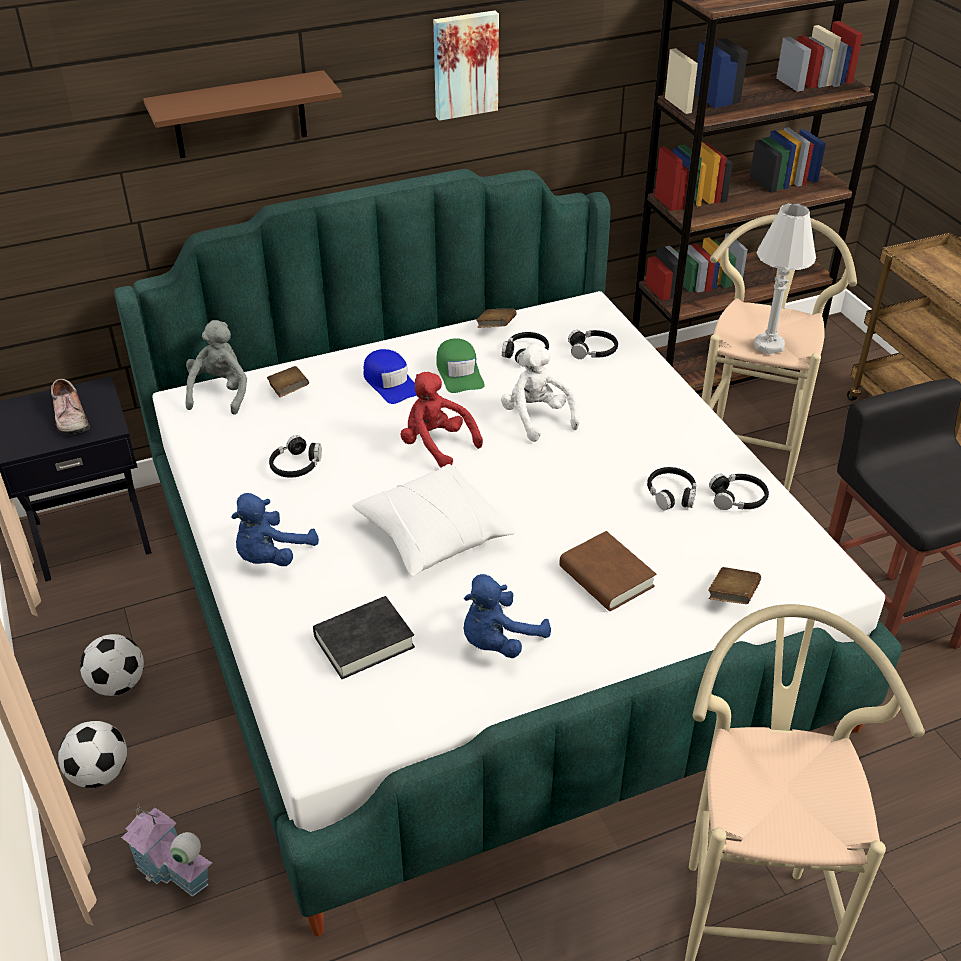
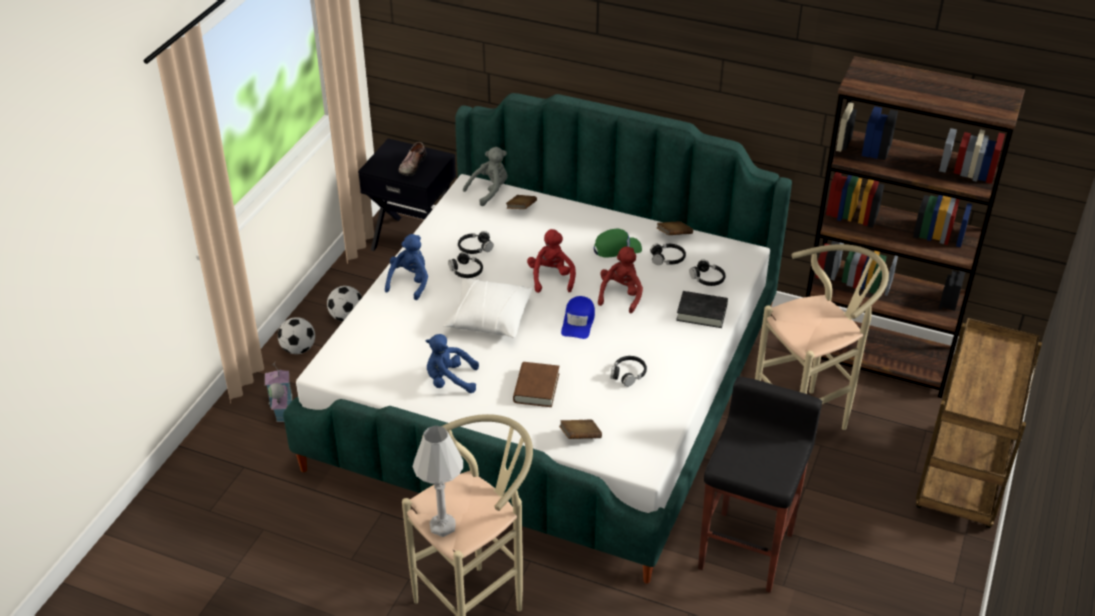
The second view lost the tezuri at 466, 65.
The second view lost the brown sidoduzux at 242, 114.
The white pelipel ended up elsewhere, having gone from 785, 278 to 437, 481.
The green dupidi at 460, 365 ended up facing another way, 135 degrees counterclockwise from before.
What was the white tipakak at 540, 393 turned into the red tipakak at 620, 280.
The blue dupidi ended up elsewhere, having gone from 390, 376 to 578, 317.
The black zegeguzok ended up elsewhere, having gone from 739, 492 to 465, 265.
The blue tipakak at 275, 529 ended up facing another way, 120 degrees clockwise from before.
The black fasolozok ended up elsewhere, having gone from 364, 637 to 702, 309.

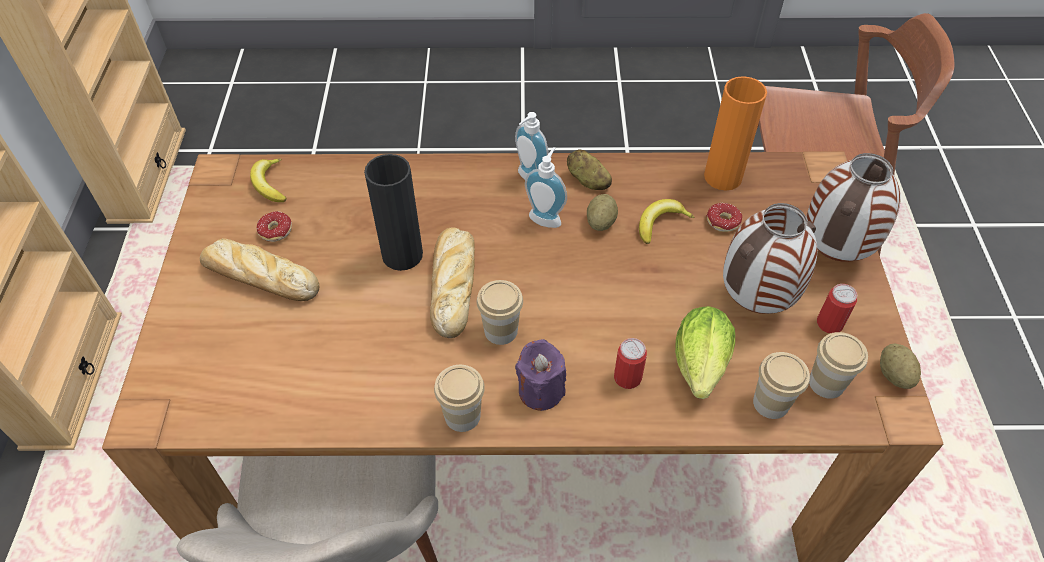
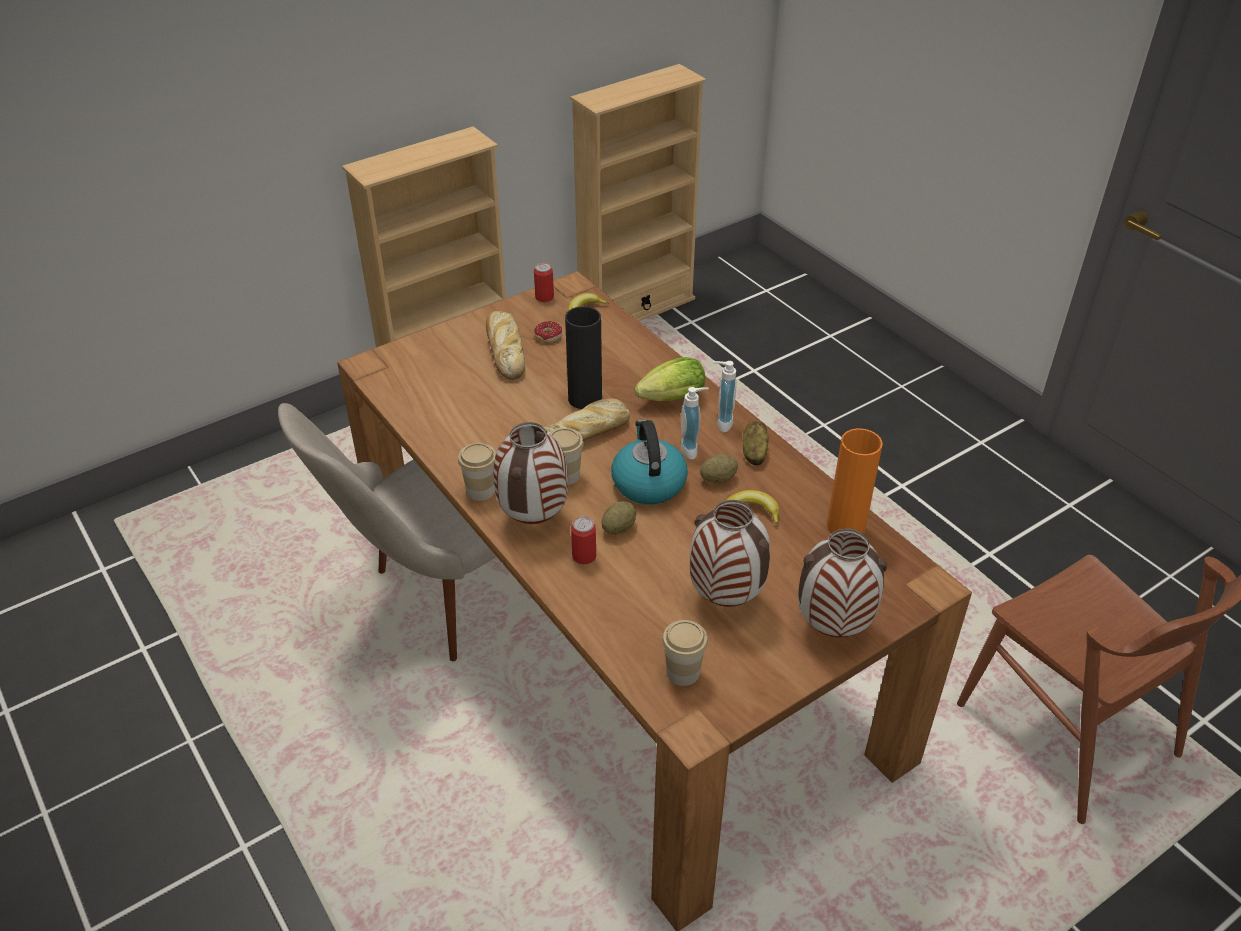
The second view lost the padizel at 724, 217.
The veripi ended up elsewhere, having gone from 837, 308 to 544, 282.
The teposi ended up elsewhere, having gone from 705, 352 to 670, 379.
Where the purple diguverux stood at 540, 375, the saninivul came to stand at 530, 473.
The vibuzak ended up elsewhere, having gone from 900, 366 to 619, 517.
The second view lost the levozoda at 781, 385.
The second view gained the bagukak at 649, 462.

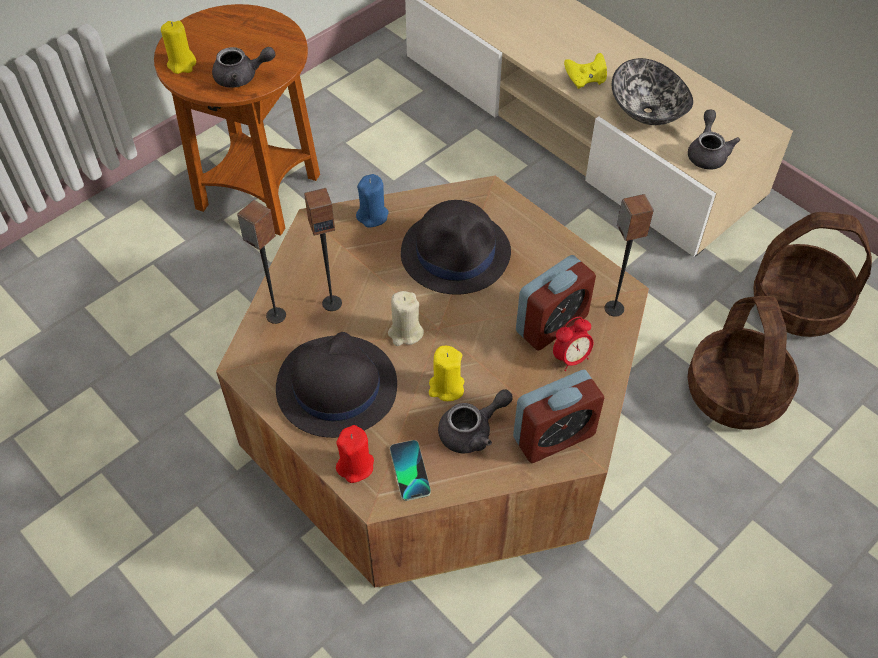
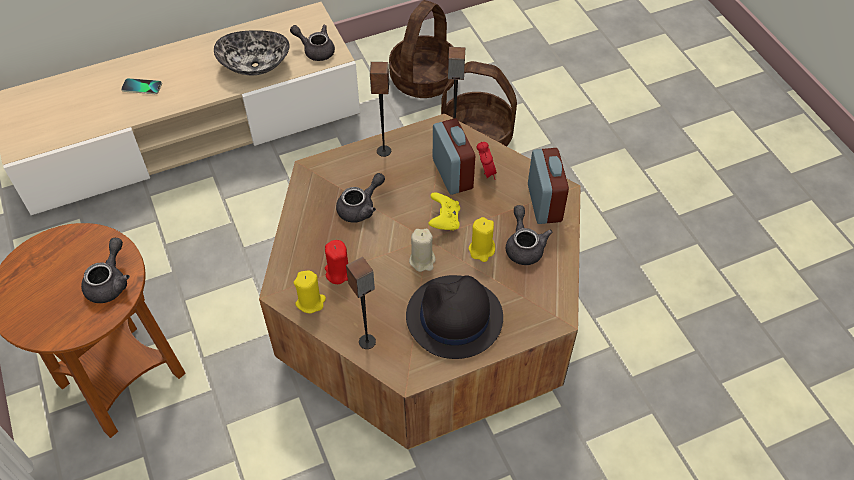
The yellow diguverux ended up elsewhere, having gone from 178, 47 to 310, 292.
The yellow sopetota ended up elsewhere, having gone from 585, 71 to 444, 211.
The second view lost the blue diguverux at 372, 200.
The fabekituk ended up elsewhere, having gone from 323, 249 to 380, 109.
Where the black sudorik stood at 456, 247, the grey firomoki came to stand at 360, 198.
The red diguverux ended up elsewhere, having gone from 355, 454 to 336, 262.
The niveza ended up elsewhere, having gone from 410, 470 to 141, 86.

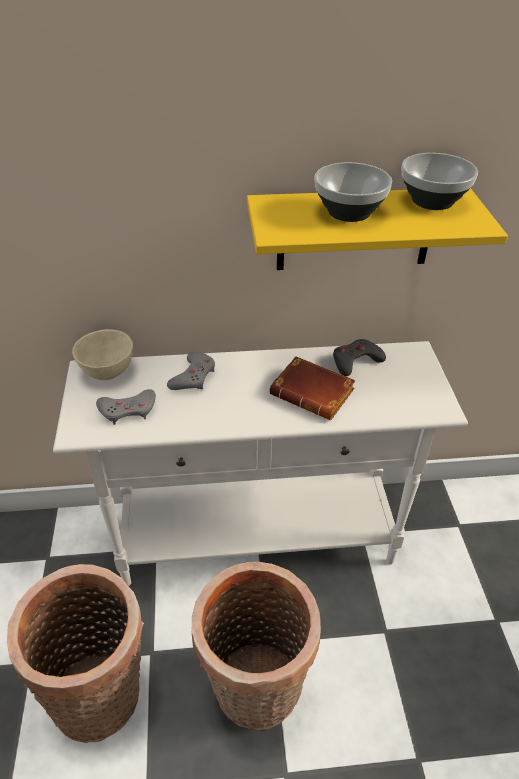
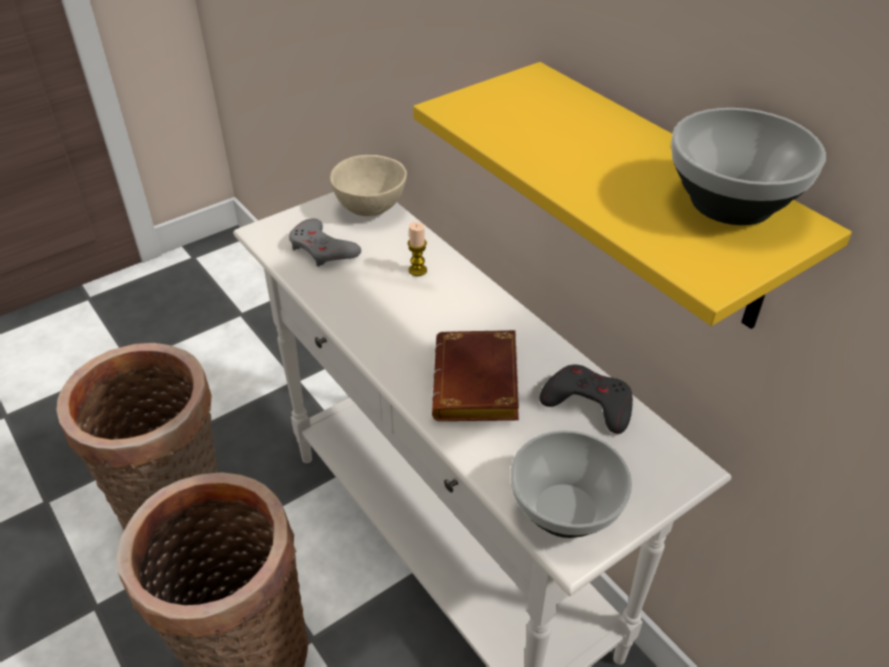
The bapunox ended up elsewhere, having gone from 353, 192 to 571, 484.
Where the grey sopetota stood at 191, 371, the diguverux came to stand at 417, 249.

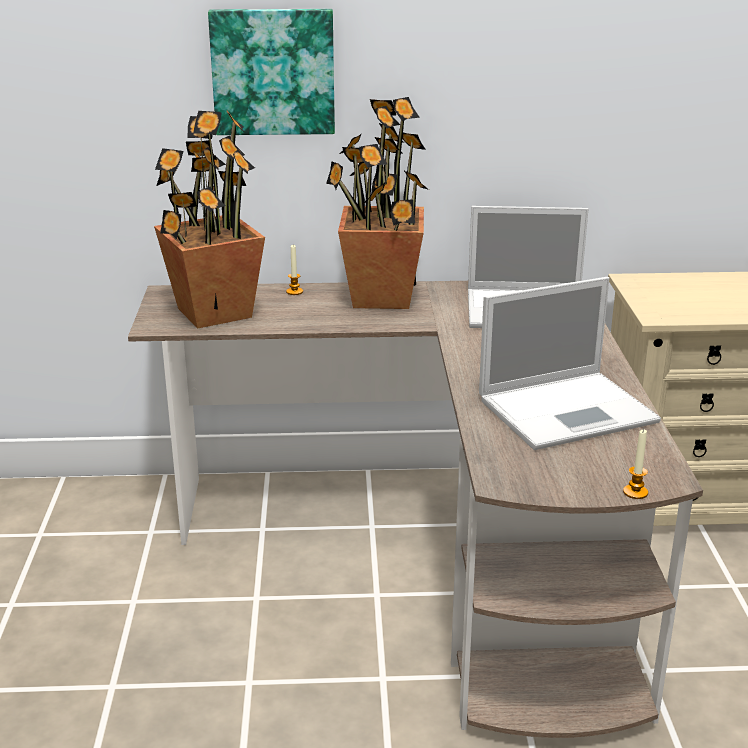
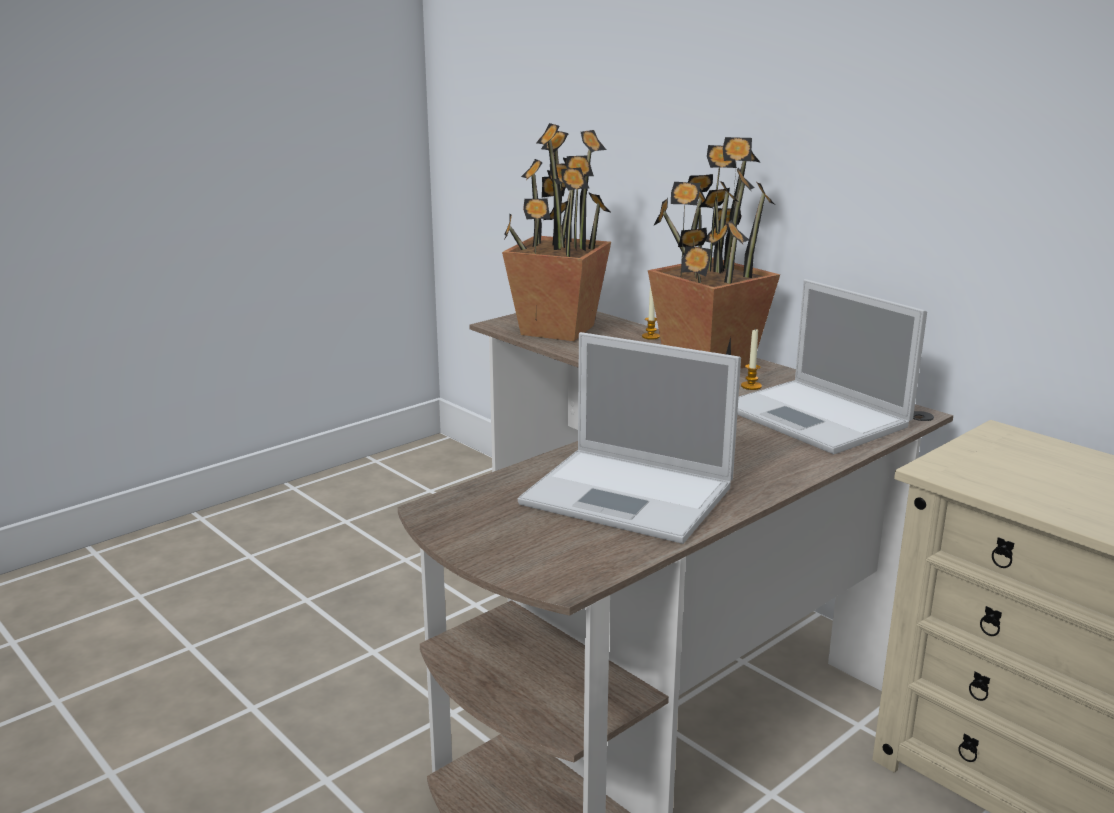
The second view lost the tezuri at 271, 72.
The diguverux ended up elsewhere, having gone from 635, 464 to 751, 359.

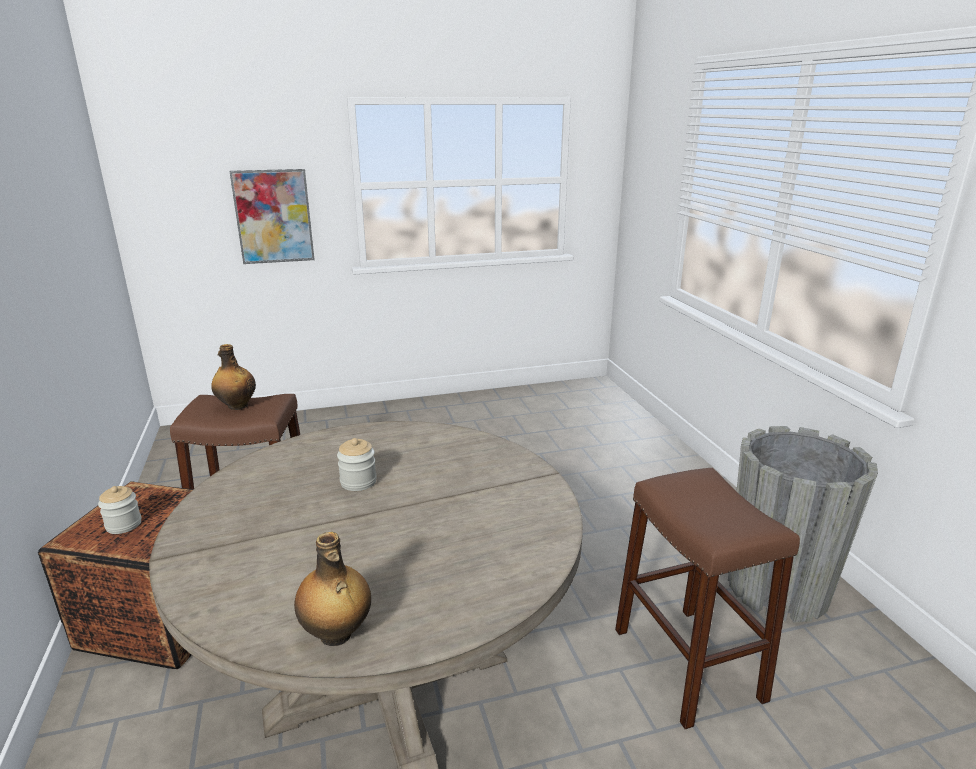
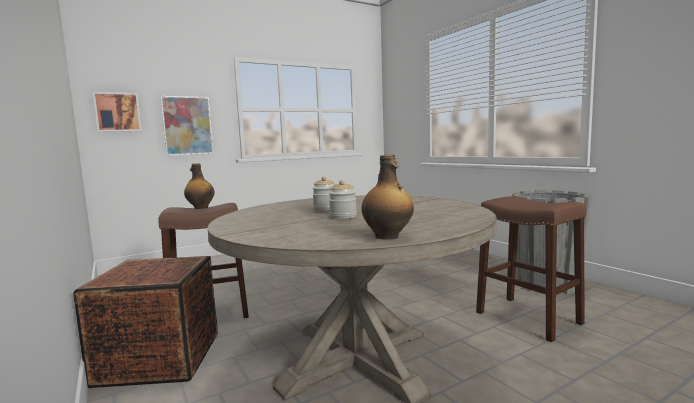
The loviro ended up elsewhere, having gone from 119, 510 to 343, 199.
The second view gained the tezuri at 117, 112.

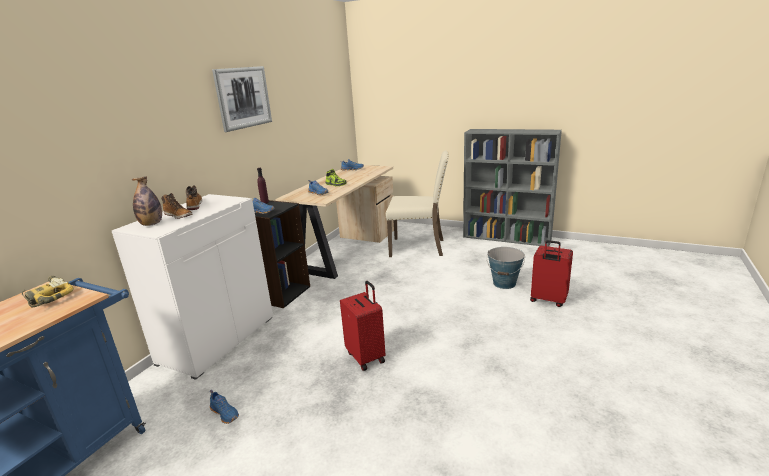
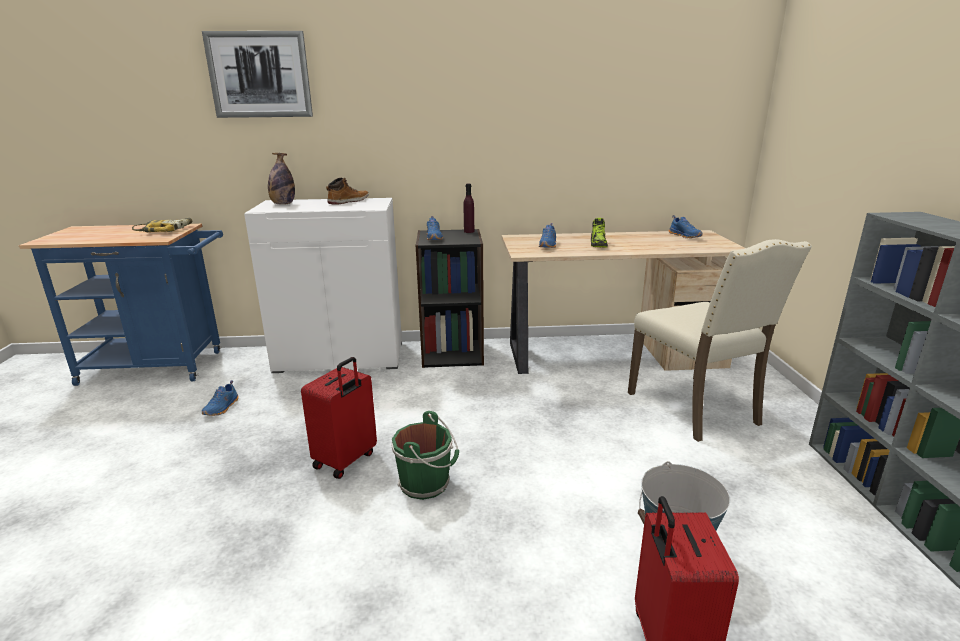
The tezuri ended up elsewhere, having gone from 242, 99 to 257, 74.
The second view lost the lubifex at 177, 206.
The second view gained the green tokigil at 425, 455.

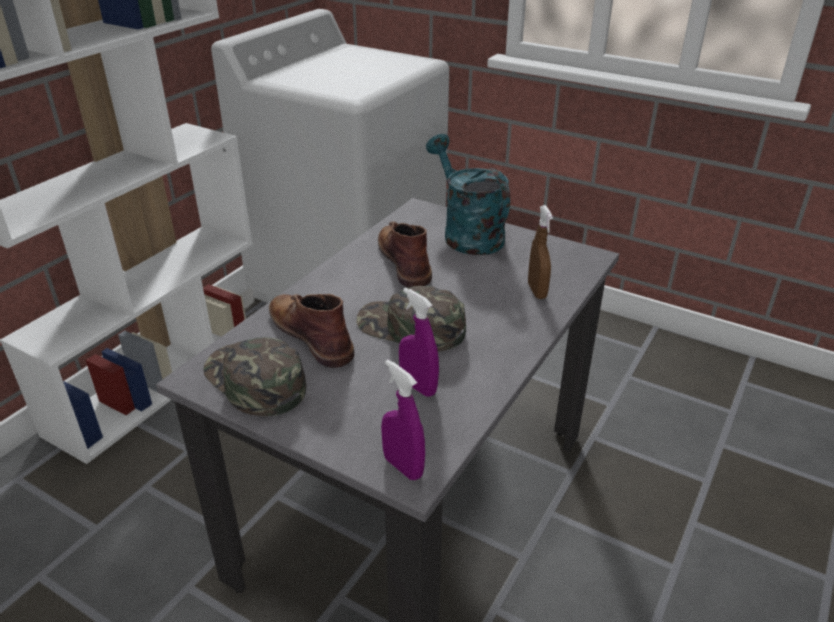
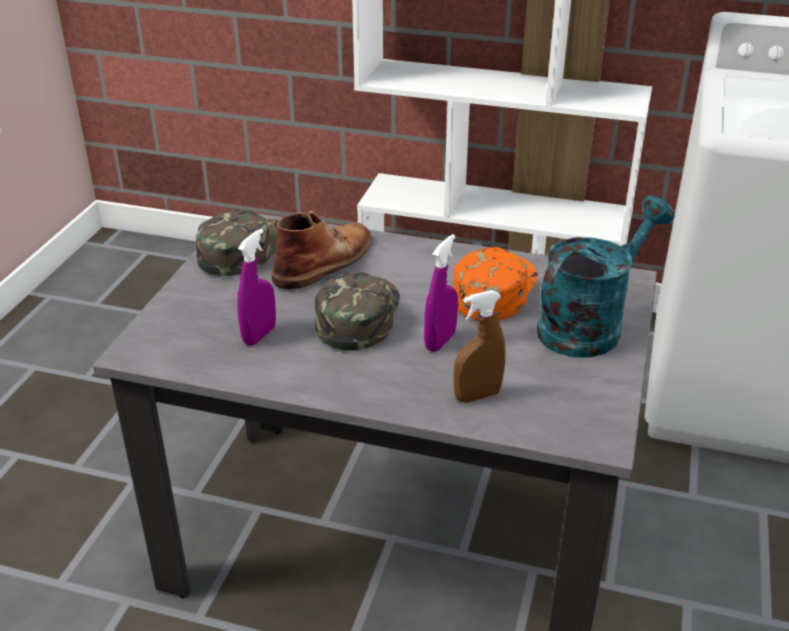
Where the brown lubifex stood at 405, 255, the orange dupidi came to stand at 495, 283.
The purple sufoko ended up elsewhere, having gone from 403, 420 to 441, 293.

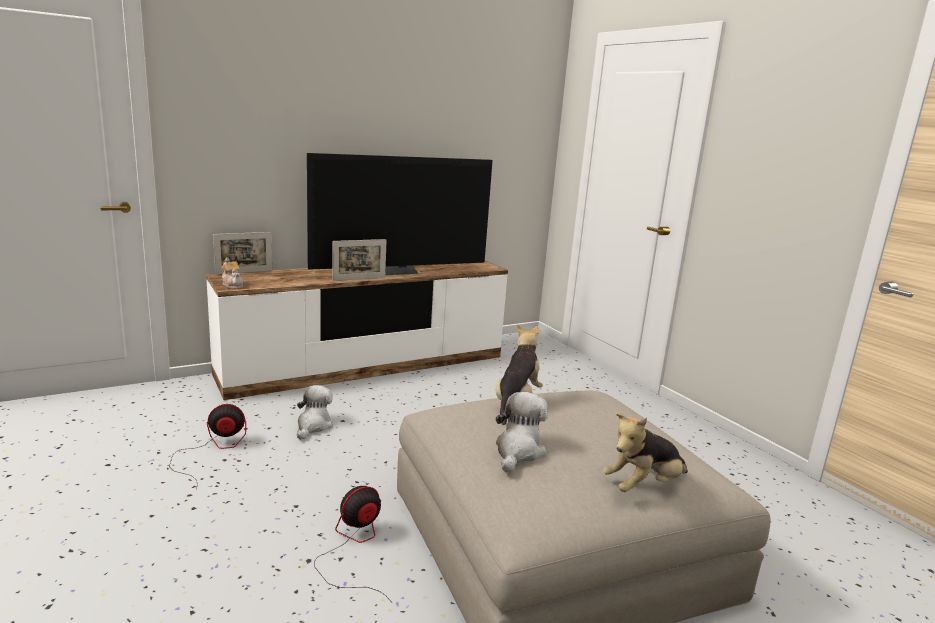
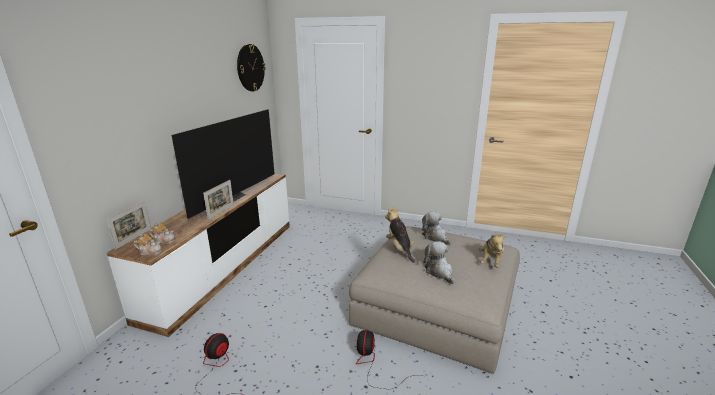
The tipakak ended up elsewhere, having gone from 315, 412 to 436, 228.
The second view gained the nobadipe at 251, 67.
The second view gained the firomoki at 162, 233.

